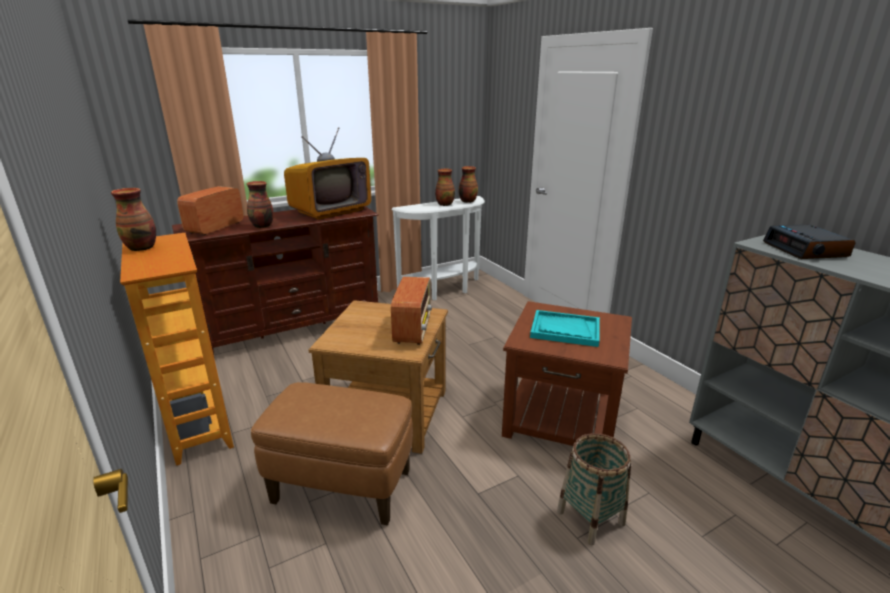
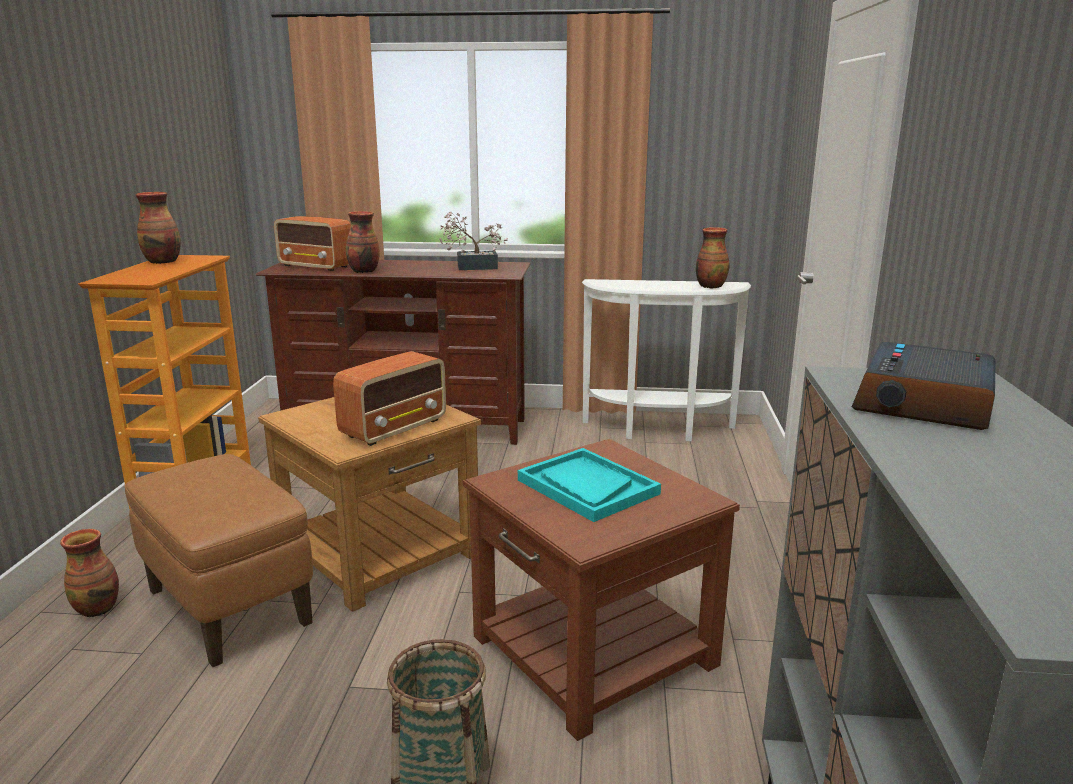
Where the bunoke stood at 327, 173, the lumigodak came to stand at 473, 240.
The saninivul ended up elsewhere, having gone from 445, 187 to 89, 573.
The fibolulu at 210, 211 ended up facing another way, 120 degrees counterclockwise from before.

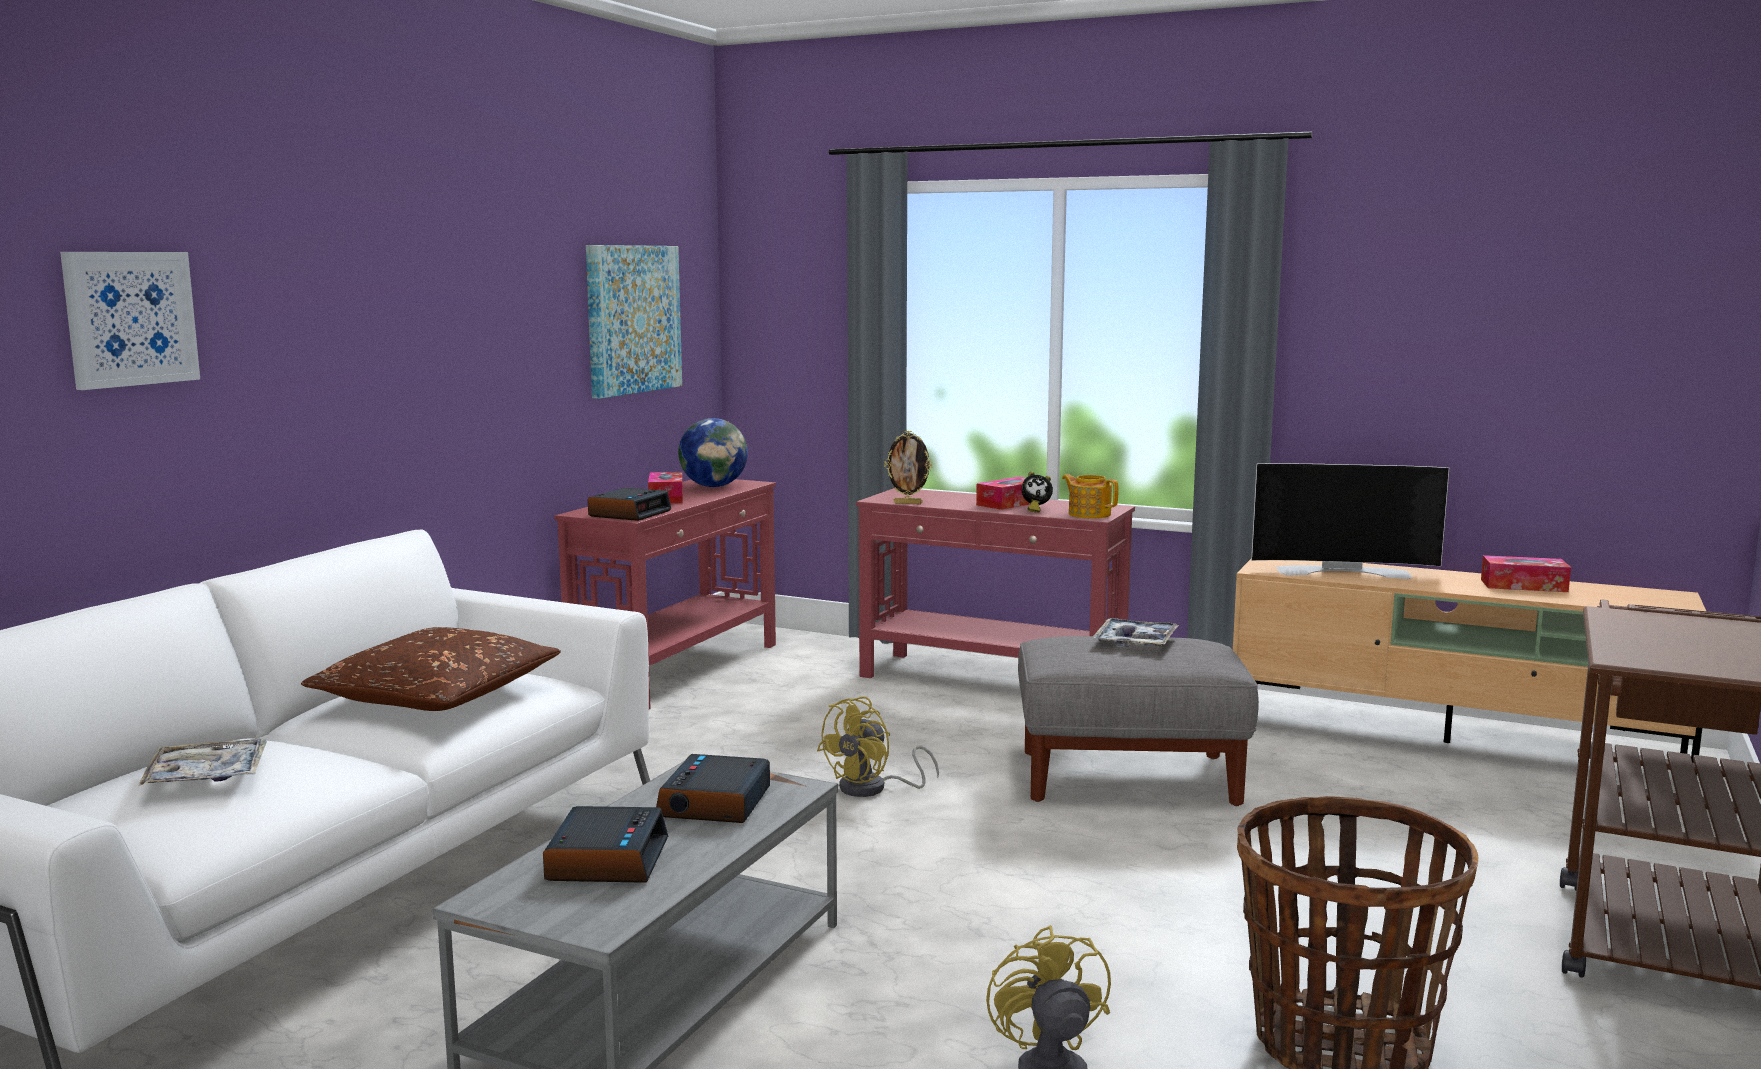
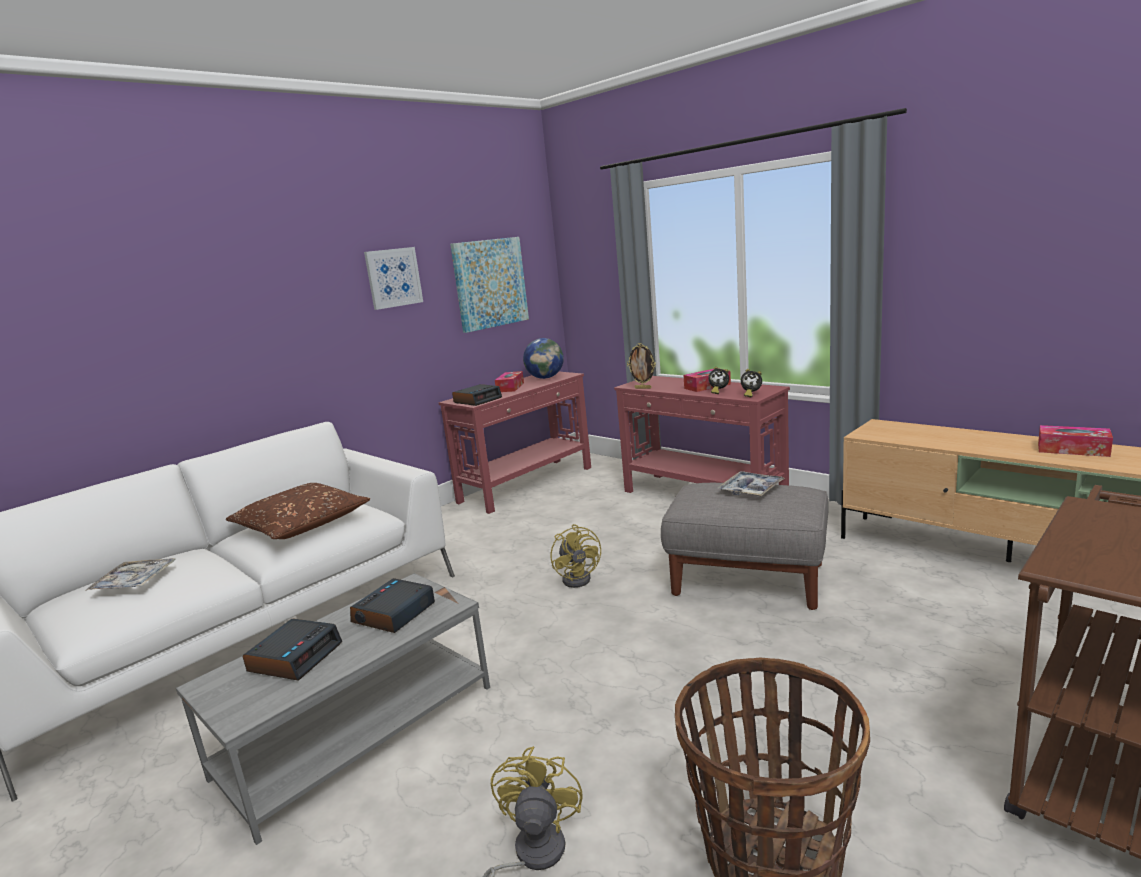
The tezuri ended up elsewhere, having gone from 130, 321 to 393, 278.
The second view lost the bunoke at 1350, 521.
Where the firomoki stood at 1090, 496, the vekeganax came to stand at 751, 383.
The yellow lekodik at 878, 746 ended up facing another way, 75 degrees counterclockwise from before.

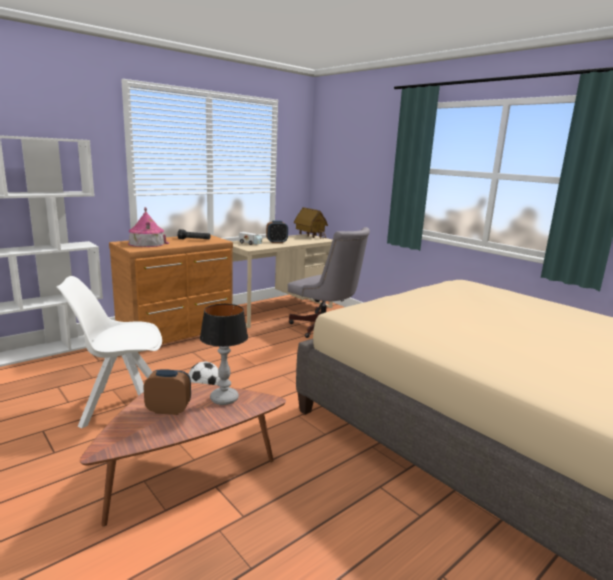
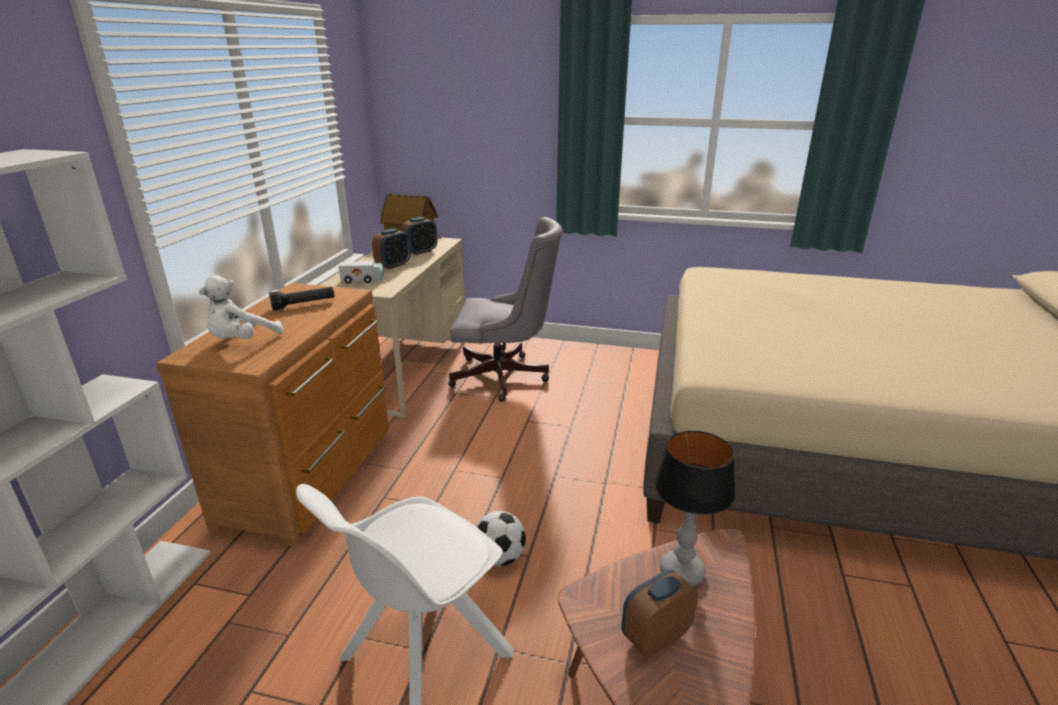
Where the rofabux stood at 148, 227, the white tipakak came to stand at 241, 307.
The second view gained the vekeganax at 419, 236.

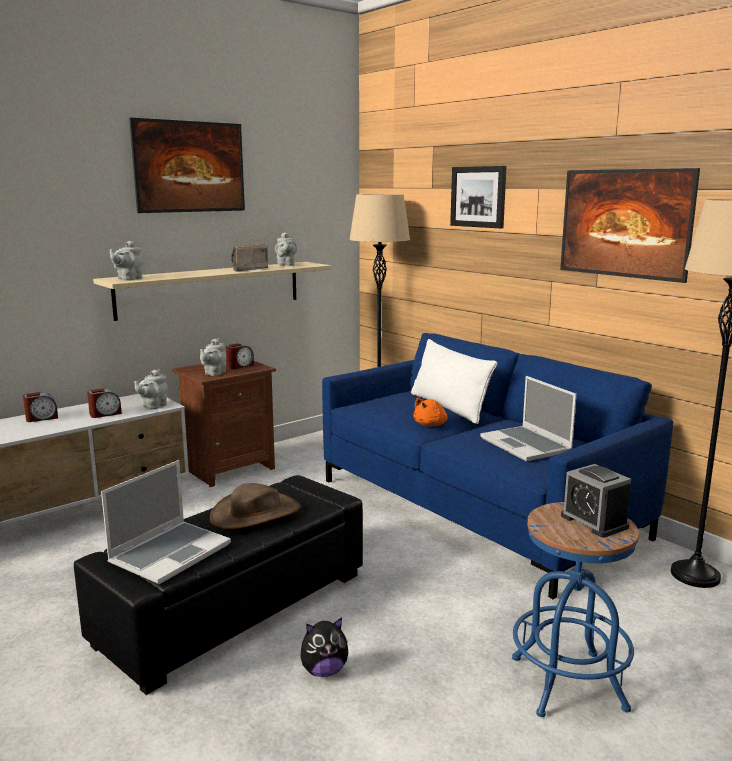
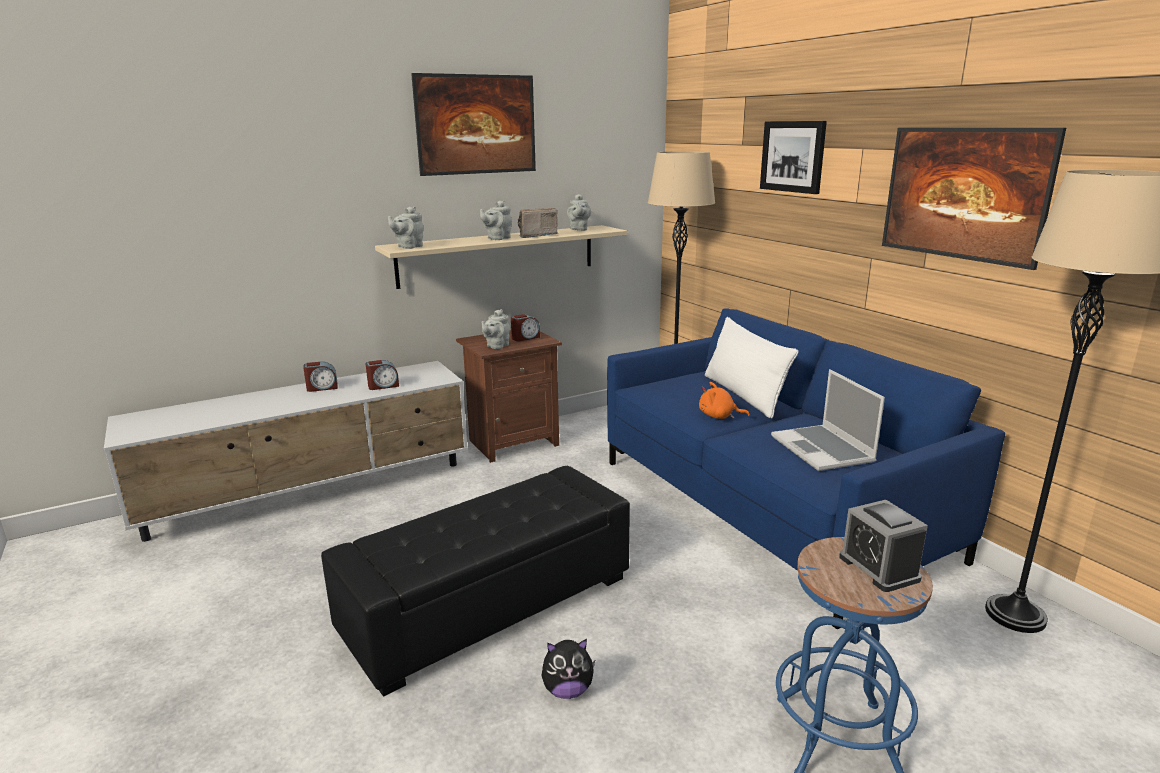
The grey firomoki ended up elsewhere, having gone from 151, 389 to 496, 220.
The orange tipakak at 430, 412 ended up facing another way, 60 degrees clockwise from before.
The second view lost the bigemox at 166, 522.
The second view lost the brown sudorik at 255, 506.

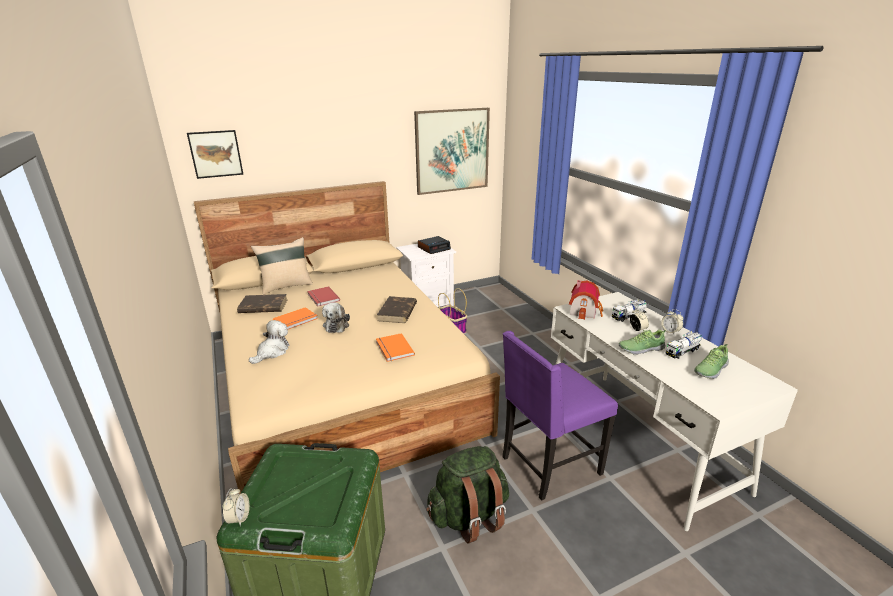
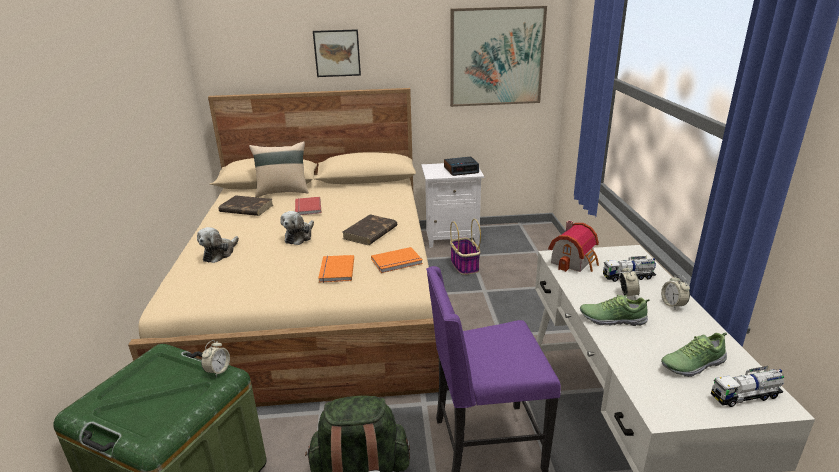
The tezuri ended up elsewhere, having gone from 215, 154 to 337, 53.
The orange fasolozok ended up elsewhere, having gone from 295, 318 to 397, 260.
The tipakak at 269, 342 ended up facing another way, 150 degrees clockwise from before.
The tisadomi ended up elsewhere, having gone from 683, 345 to 747, 386.
The vekeganax ended up elsewhere, having gone from 236, 507 to 215, 358.

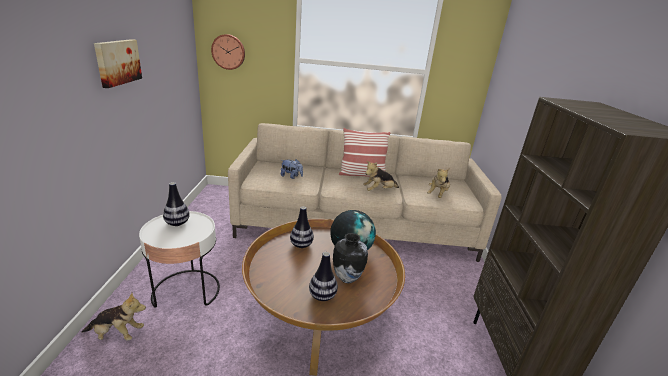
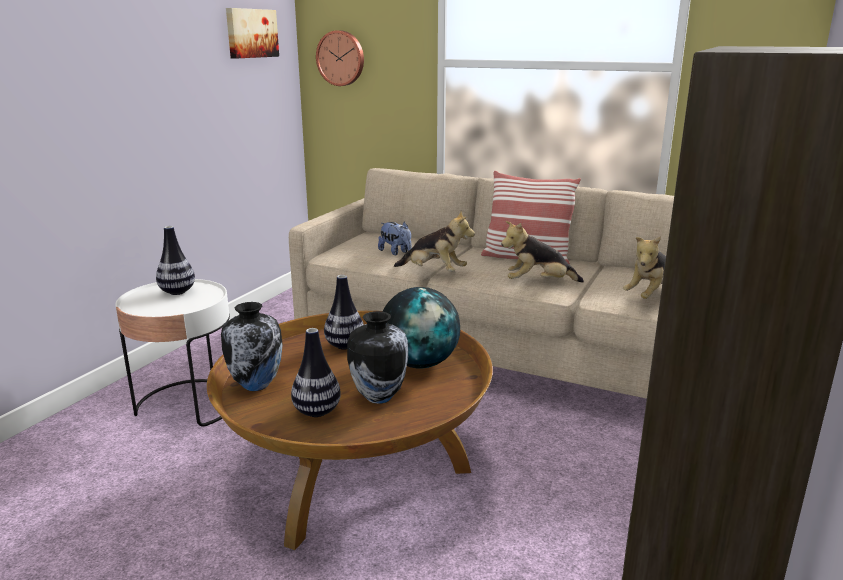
The tezuri ended up elsewhere, having gone from 118, 63 to 252, 33.
The tipakak ended up elsewhere, having gone from 114, 317 to 434, 241.
The second view gained the saninivul at 252, 346.

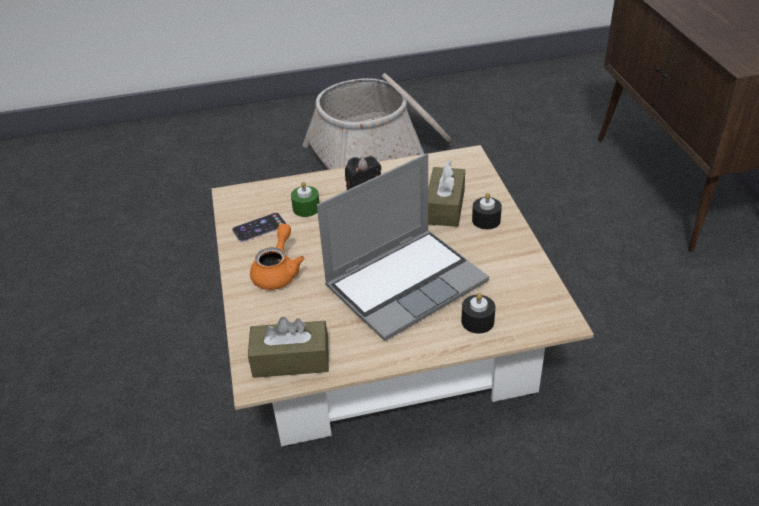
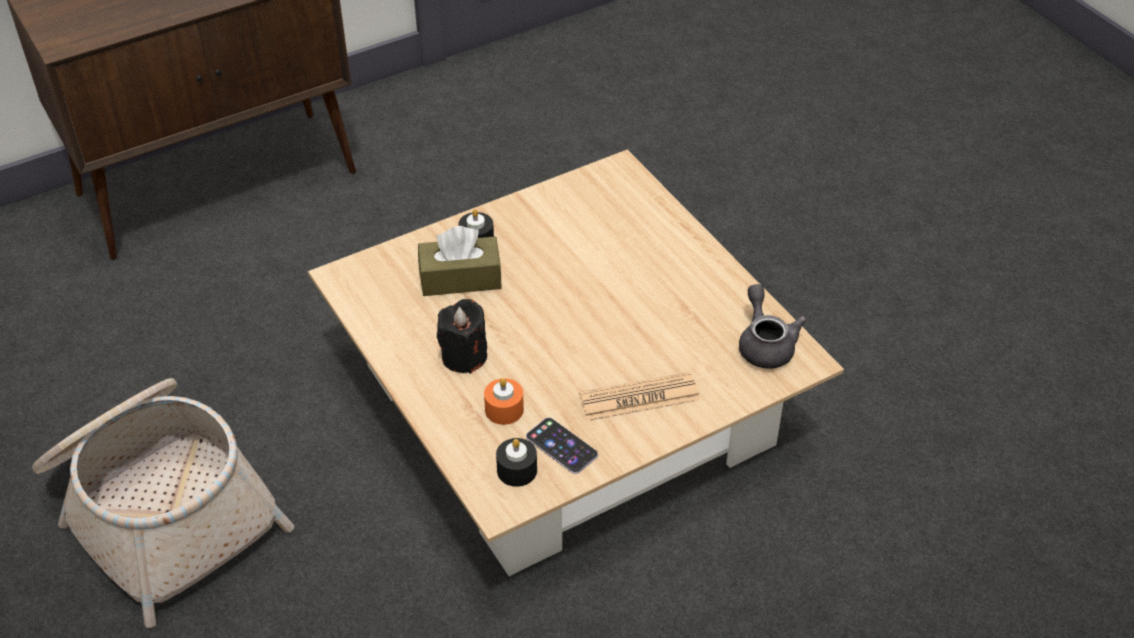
The second view lost the bigemox at 403, 247.
What was the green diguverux at 305, 199 turned into the orange diguverux at 504, 401.
Where the orange firomoki stood at 277, 257, the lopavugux came to stand at 639, 396.
The black diguverux ended up elsewhere, having gone from 478, 313 to 516, 462.
Where the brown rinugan stood at 288, 347, the grey firomoki came to stand at 773, 326.

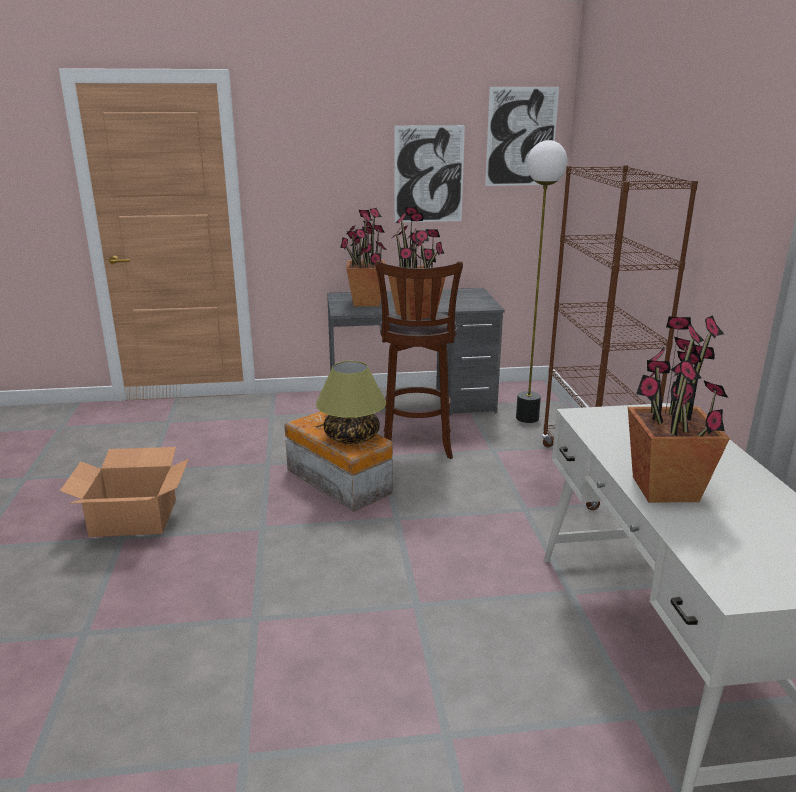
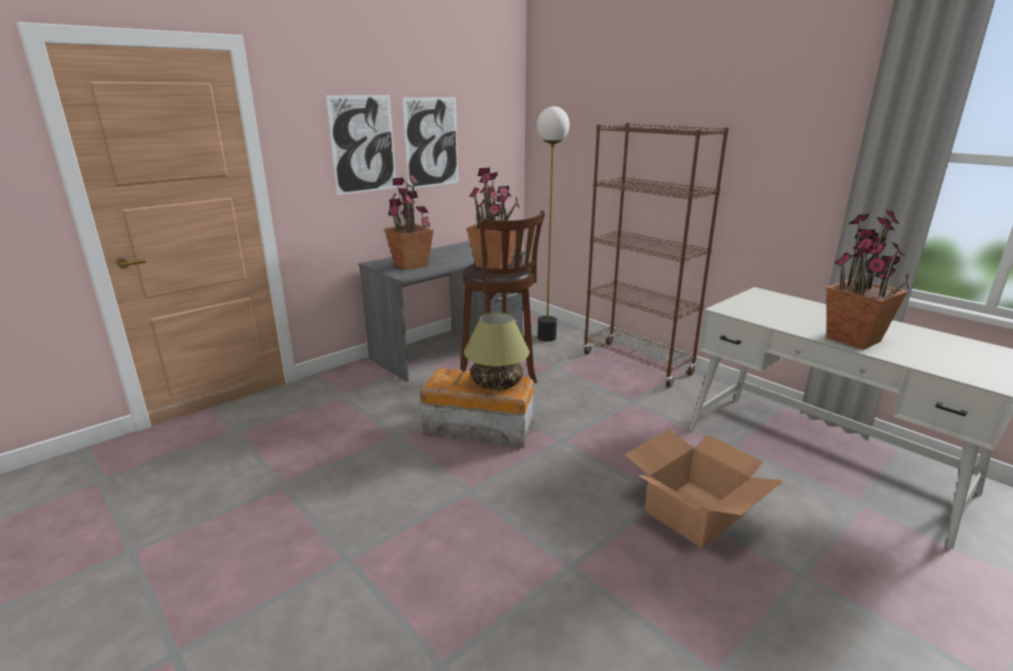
The tezuri ended up elsewhere, having gone from 522, 136 to 361, 145.
The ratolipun ended up elsewhere, having gone from 124, 492 to 704, 489.

